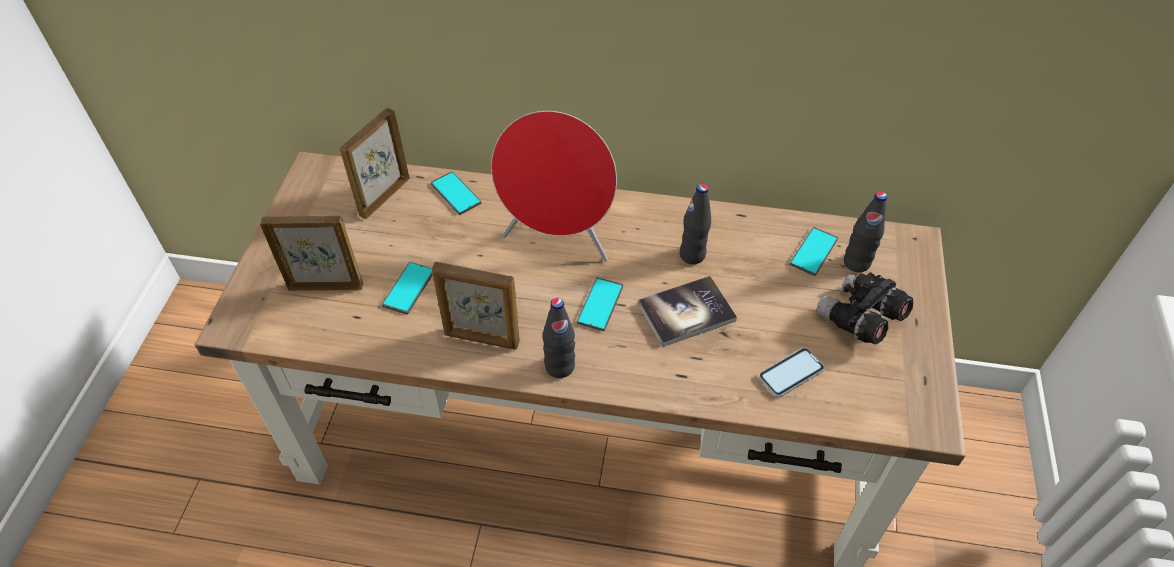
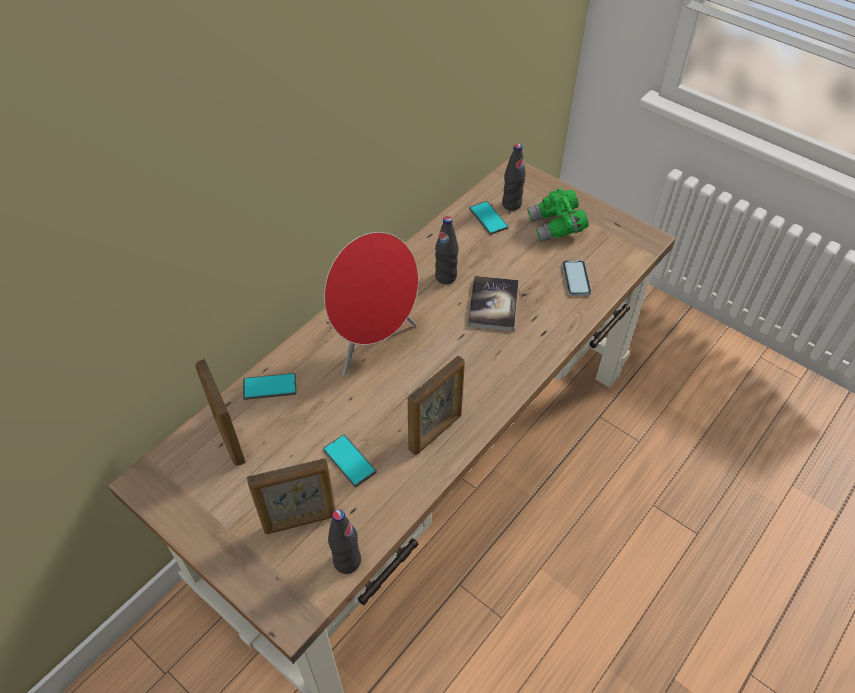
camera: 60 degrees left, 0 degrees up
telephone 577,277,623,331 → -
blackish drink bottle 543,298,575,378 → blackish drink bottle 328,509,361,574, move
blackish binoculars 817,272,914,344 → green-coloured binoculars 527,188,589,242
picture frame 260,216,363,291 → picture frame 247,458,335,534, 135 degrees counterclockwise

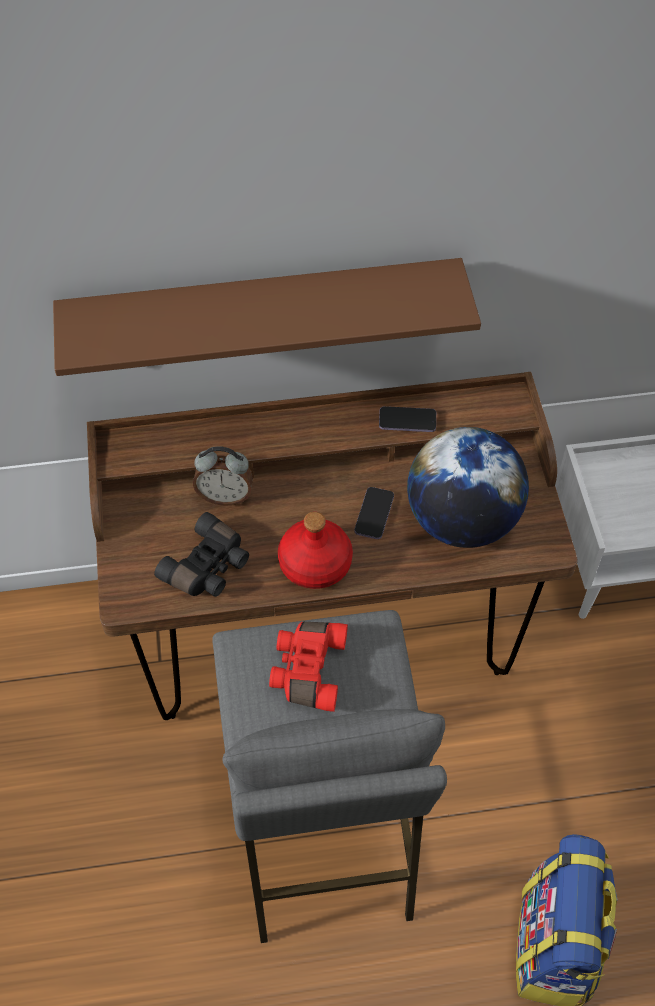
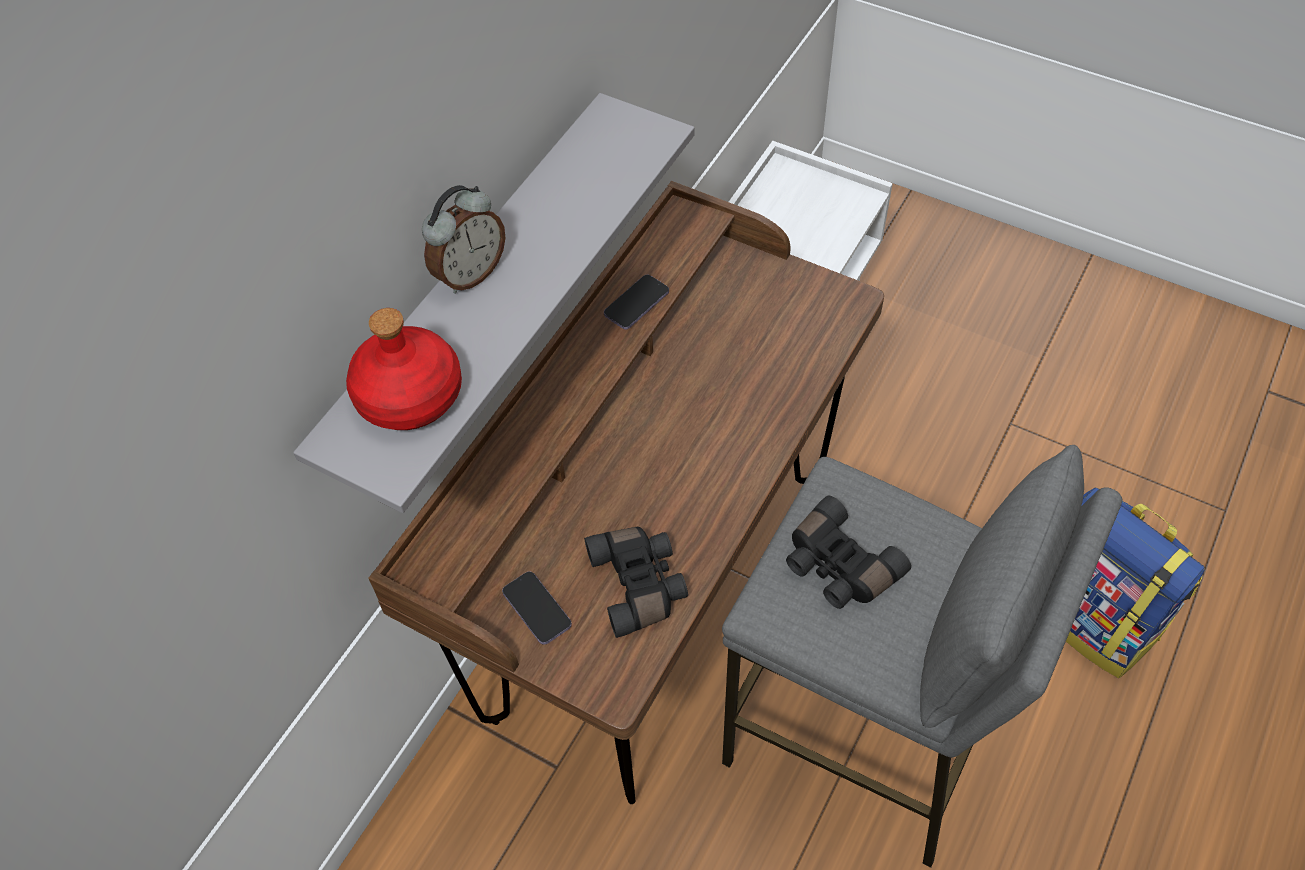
camera: 50 degrees left, 0 degrees up
world globe 407,427,529,548 → -
table clock 193,446,253,506 → table clock 422,185,505,294, move
red-coloured drink bottle 278,512,353,589 → red-coloured drink bottle 346,308,462,430, move
telephone 354,487,394,539 → telephone 502,571,572,645, move
brown bracket shelf 53,258,481,376 → greyish bracket shelf 293,93,694,513
red-coloured binoculars 269,622,348,712 → blackish binoculars 786,496,911,609

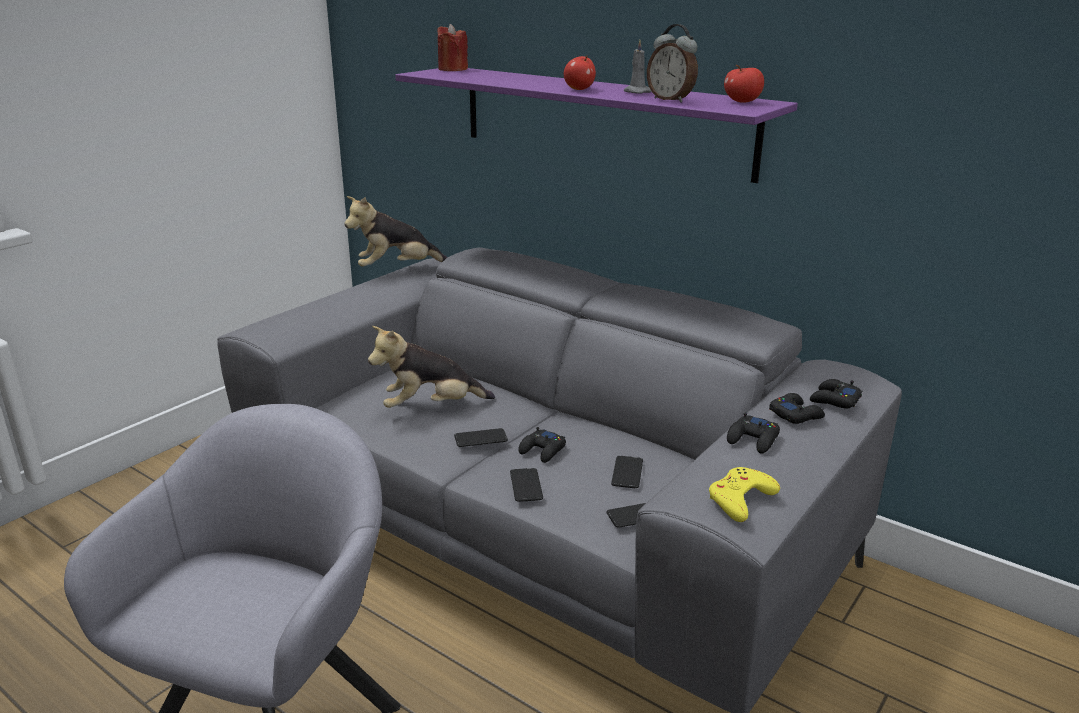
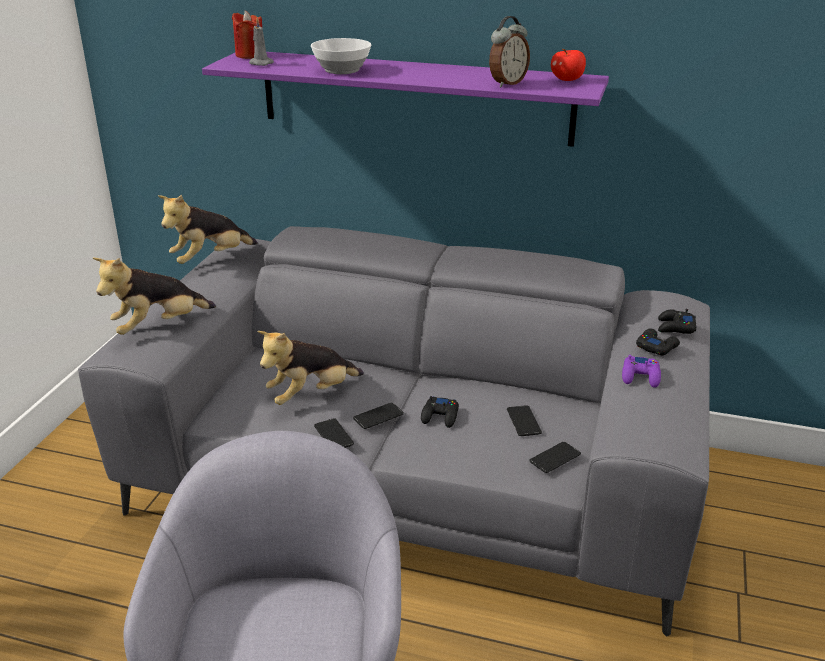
camera: 20 degrees left, 5 degrees up
apple 564,56,596,90 → -
yellow-coloured game controller 709,467,780,522 → -
- → cuddly toy 93,258,216,335
- → deep dish 311,38,371,74
telephone 510,468,543,502 → telephone 314,419,354,448, move
greyish wax candle 624,40,651,94 → greyish wax candle 249,18,274,66, move
blackish game controller 727,412,780,453 → purplish game controller 622,355,661,388
table clock 647,24,698,103 → table clock 489,16,530,87, 75 degrees counterclockwise

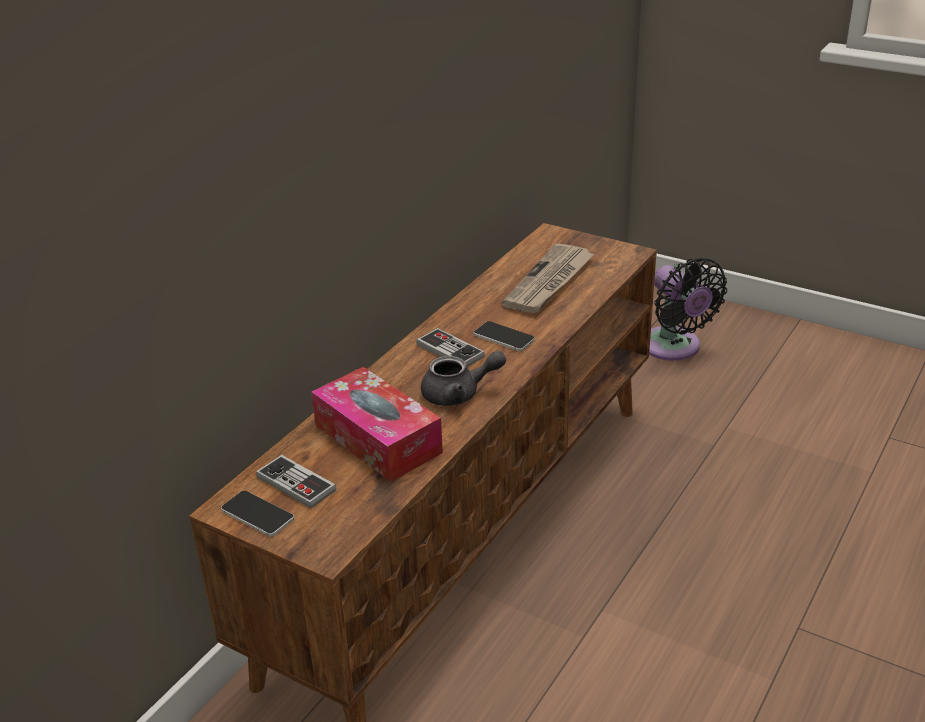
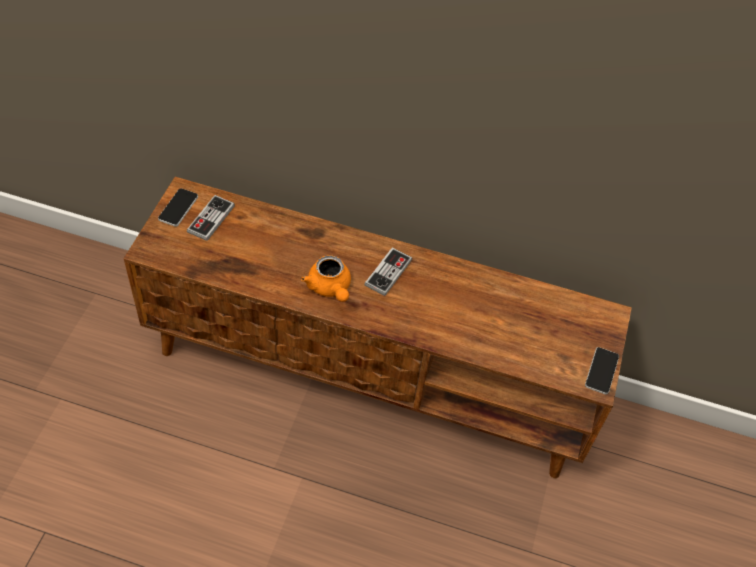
camera: 70 degrees right, 20 degrees up
tissue box 311,367,443,482 → -
daily paper 501,244,594,313 → -
blackish cooling fan 649,258,727,361 → -
telephone 474,321,535,351 → telephone 585,347,619,394, move
greyish tea pot 421,351,506,406 → orange-coloured tea pot 301,255,351,302

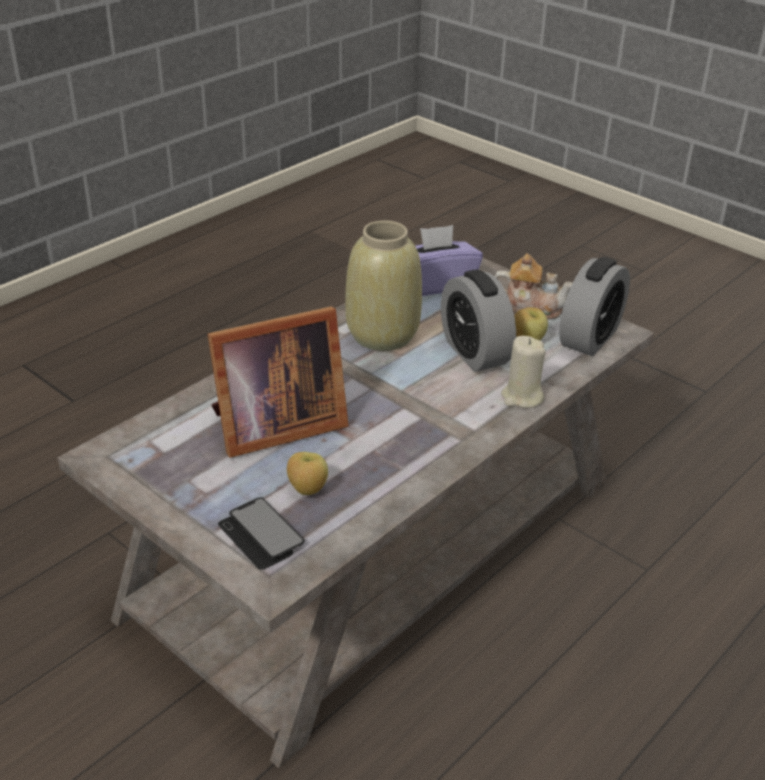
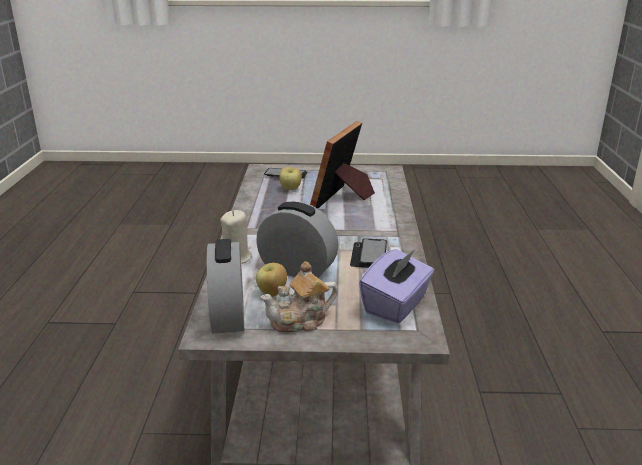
camera: 140 degrees right, 10 degrees down
beige-coloured decorative vase 345,220,422,351 → telephone 350,239,387,268

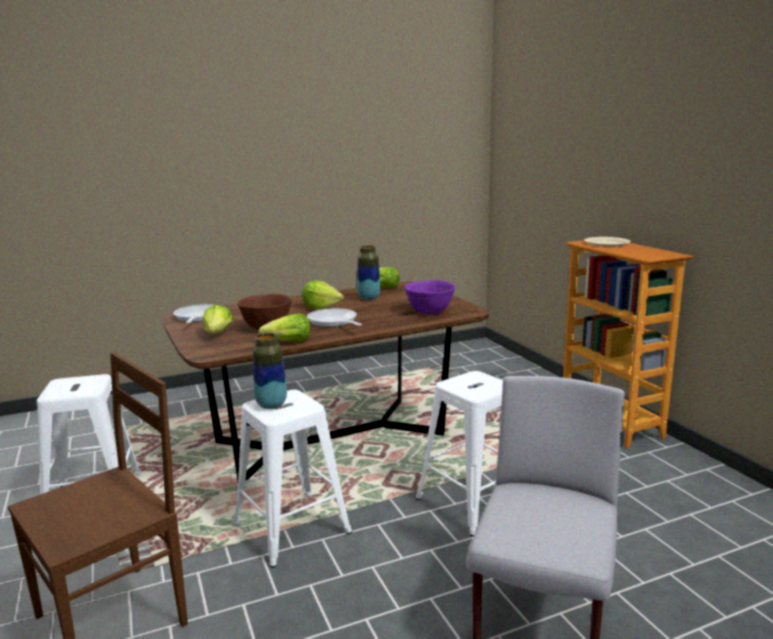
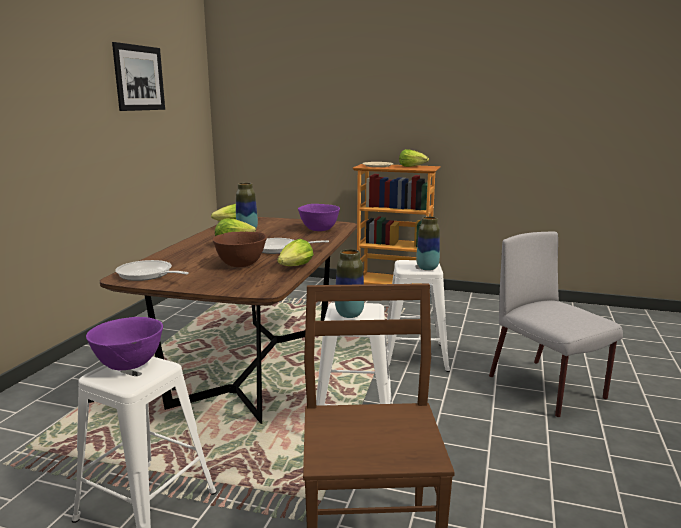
camera: 50 degrees left, 0 degrees up
- → purplish deep dish 86,317,163,370
- → wall art 112,42,165,111
- → decorative vase 416,216,440,271
lettuce head 203,305,233,334 → lettuce head 399,149,429,167, move

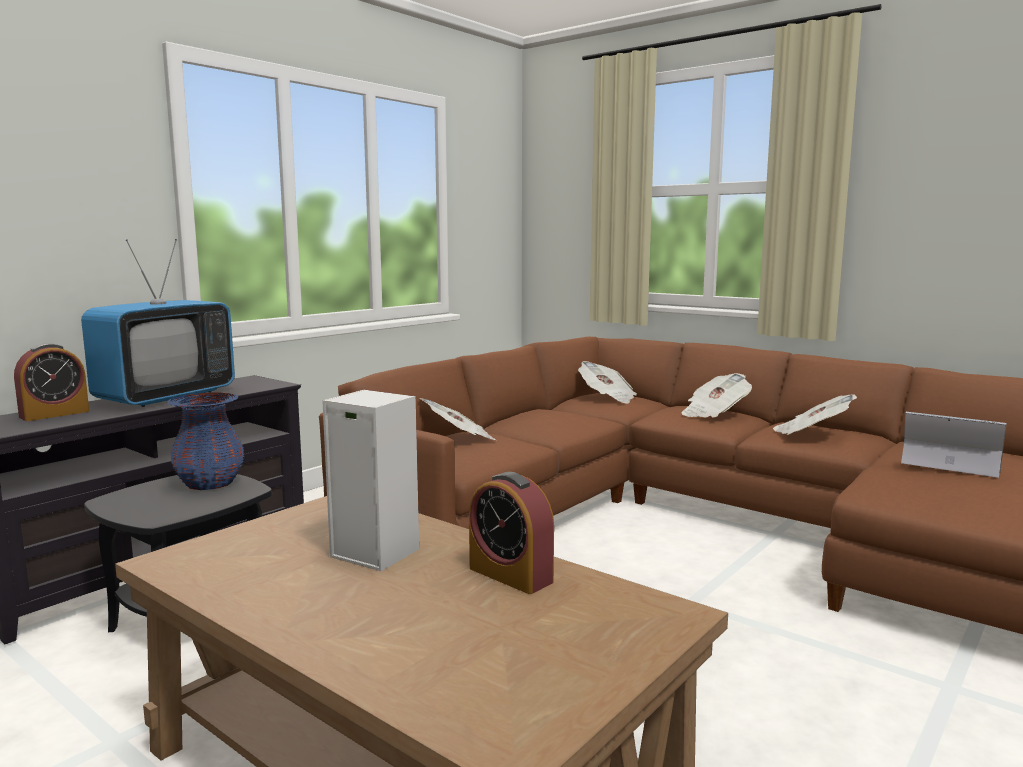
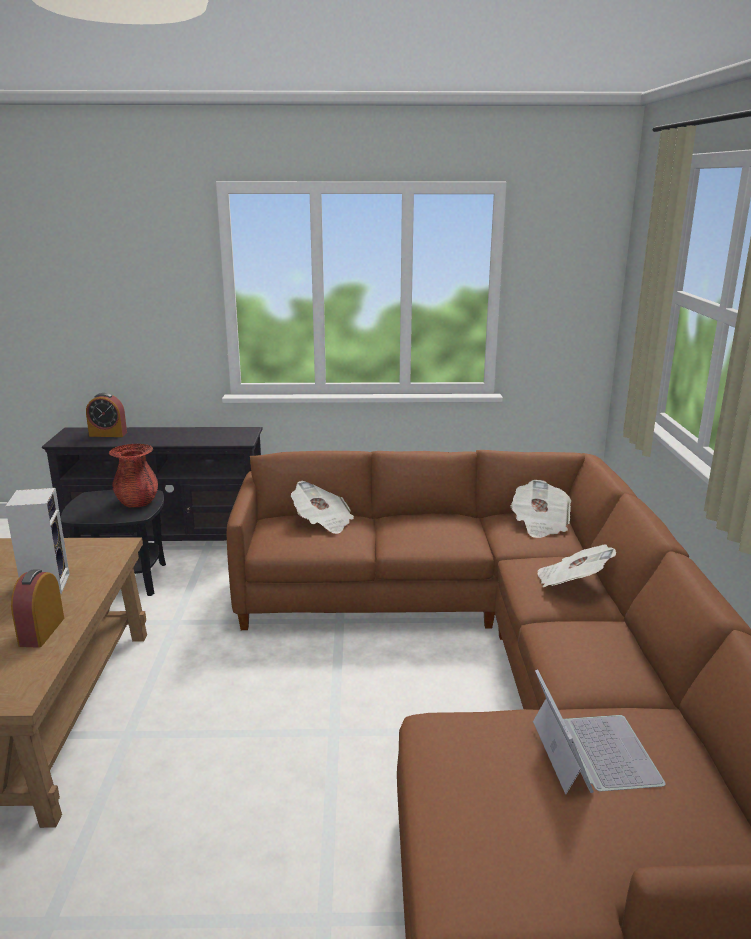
camera: 50 degrees right, 10 degrees up
TV 81,239,235,407 → -
daily paper 773,394,857,435 → -
bluish decorative vase 167,393,244,490 → red-coloured decorative vase 109,444,158,508

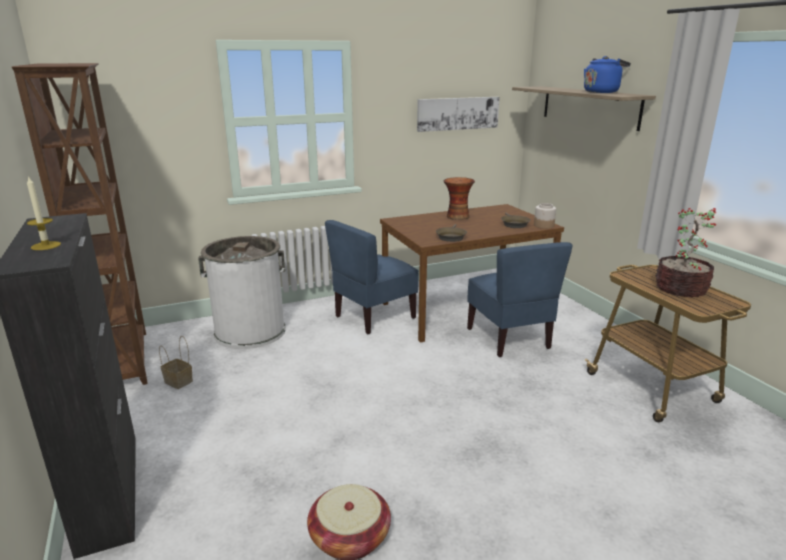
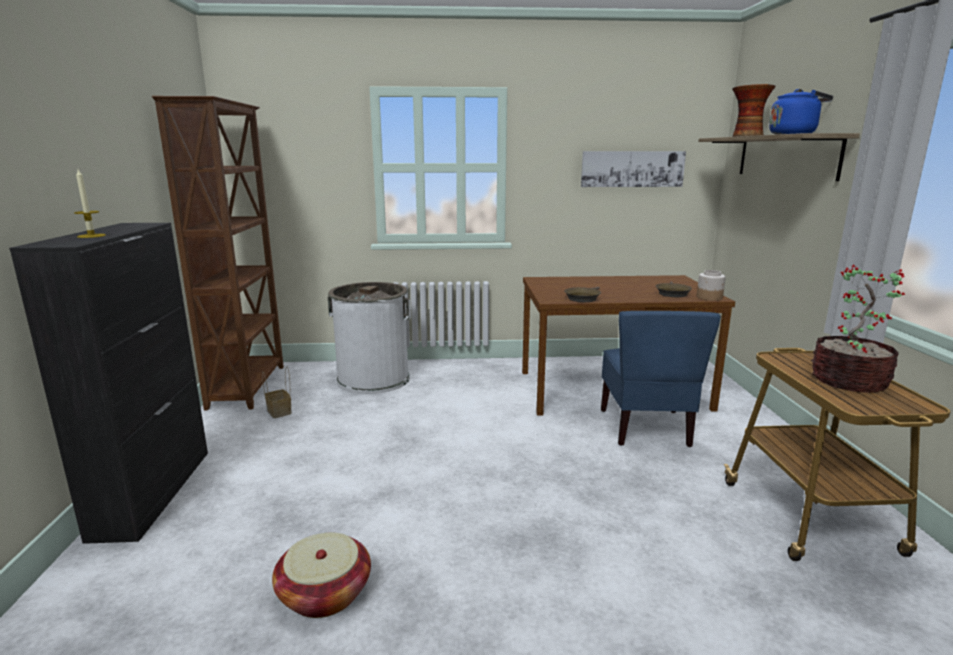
camera: 20 degrees right, 5 degrees down
bluish chair 325,220,419,334 → -
decorative vase 444,177,475,220 → decorative vase 732,84,776,137, move

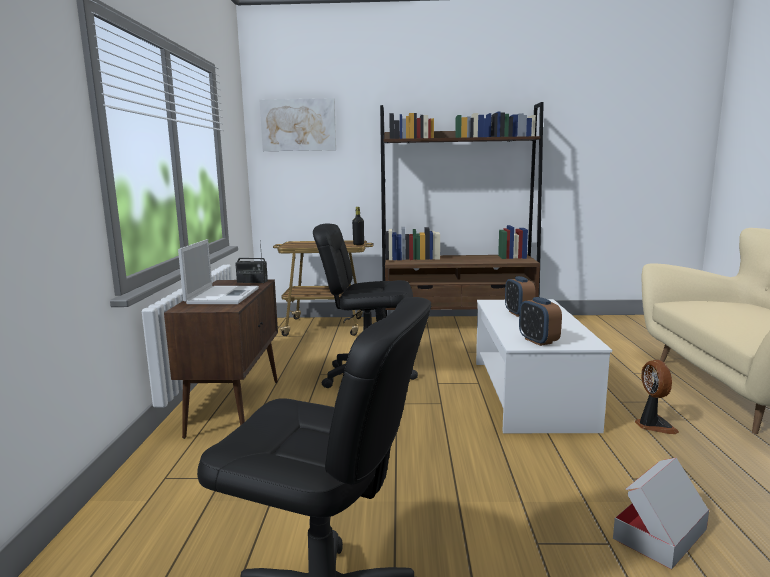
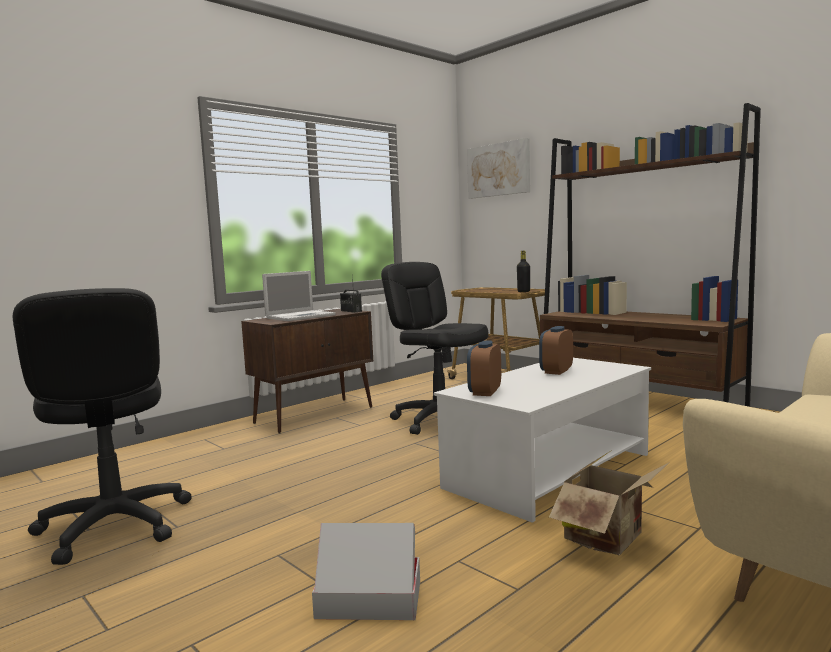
camera: 45 degrees right, 5 degrees down
cooling fan 635,360,679,434 → cardboard box 549,450,670,555

